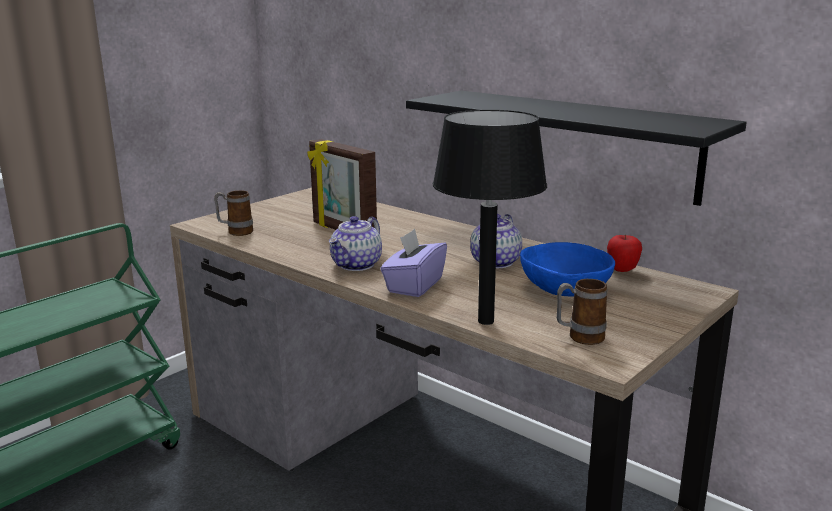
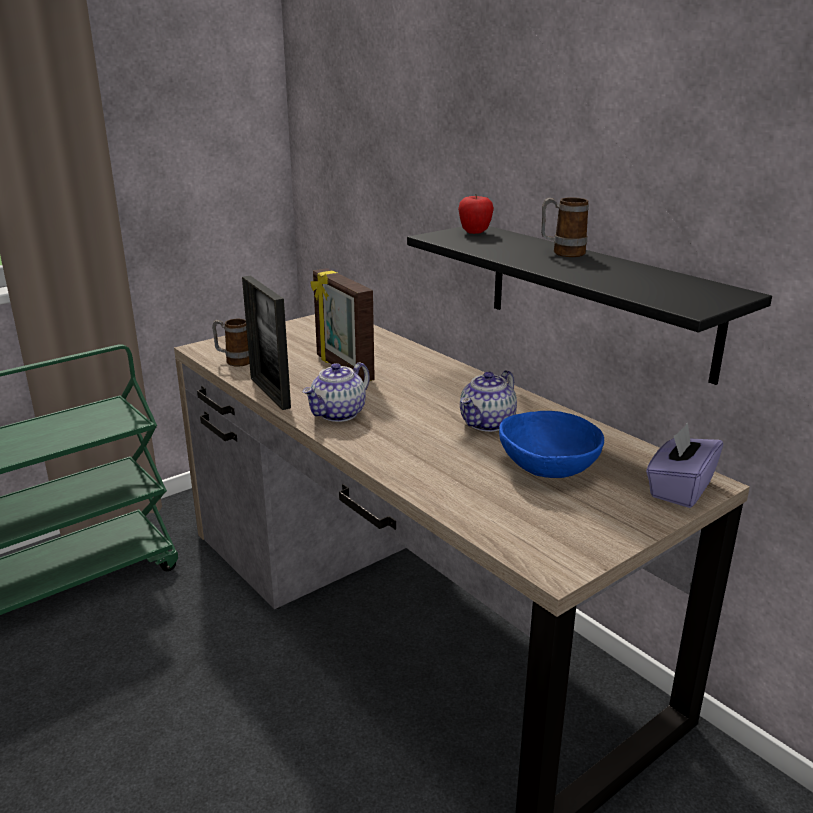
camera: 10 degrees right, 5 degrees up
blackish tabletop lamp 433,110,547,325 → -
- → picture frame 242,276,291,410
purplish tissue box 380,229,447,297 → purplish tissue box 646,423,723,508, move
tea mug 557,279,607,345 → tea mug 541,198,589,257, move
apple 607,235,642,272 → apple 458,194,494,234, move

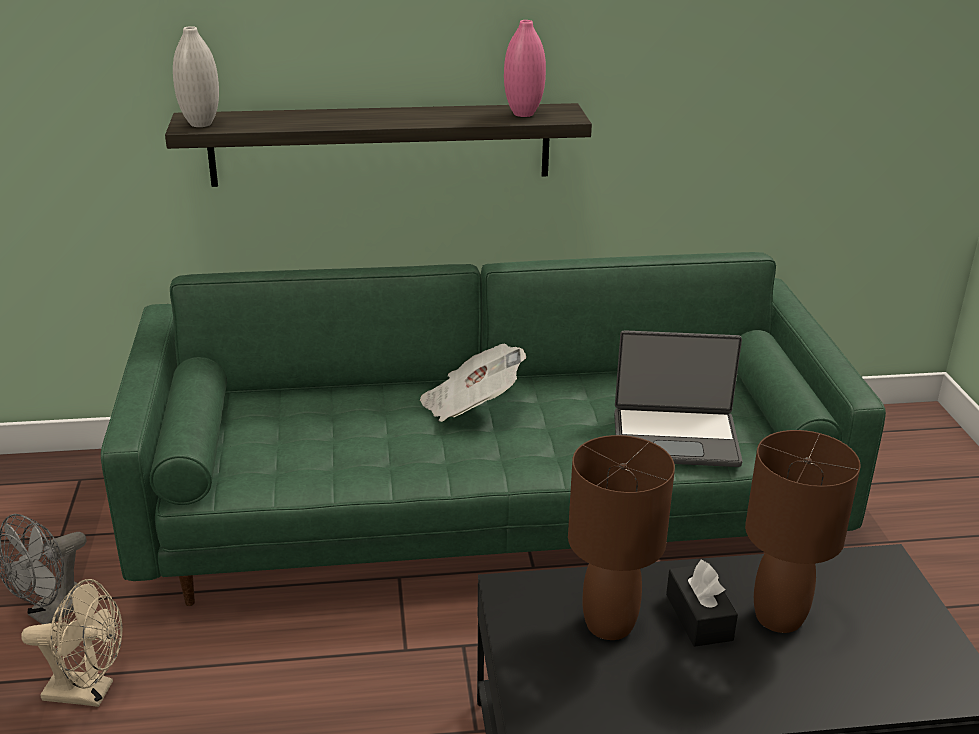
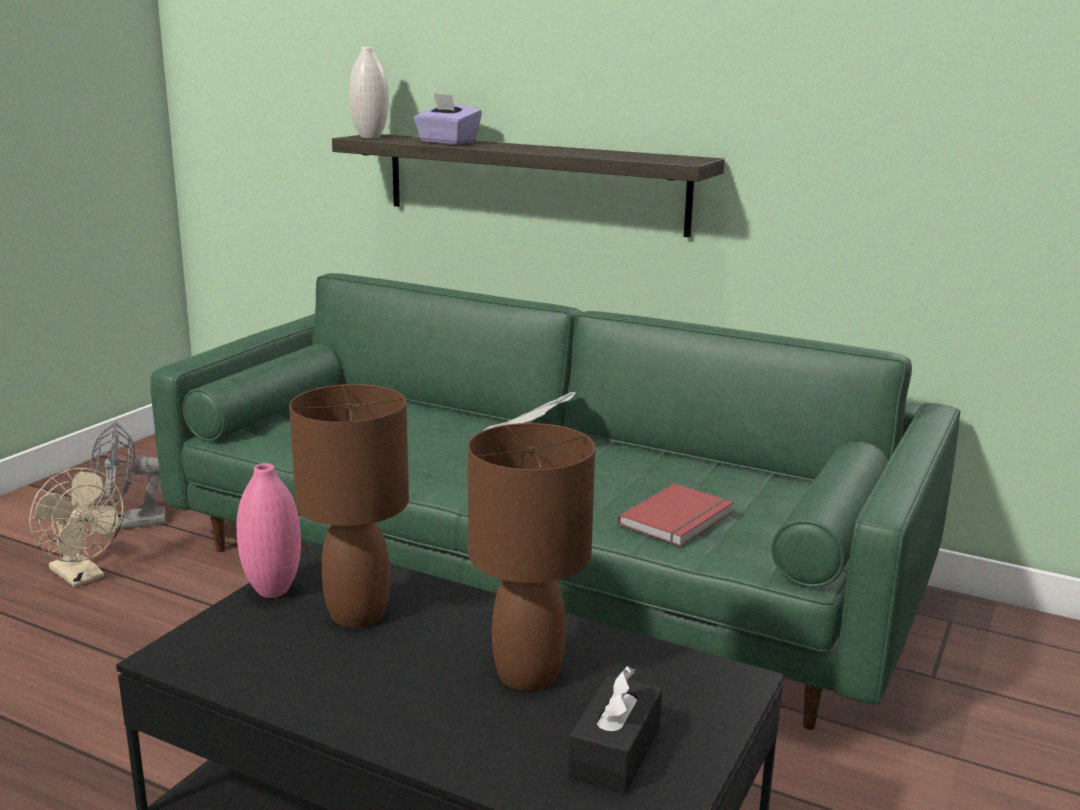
camera: 35 degrees right, 10 degrees down
- → purplish tissue box 413,93,482,145
pinkish decorative vase 504,20,546,117 → pinkish decorative vase 236,463,301,598, move
blackish tissue box 666,560,738,647 → blackish tissue box 568,666,662,793, move
laptop 614,330,743,467 → red-coloured volume 618,484,734,546

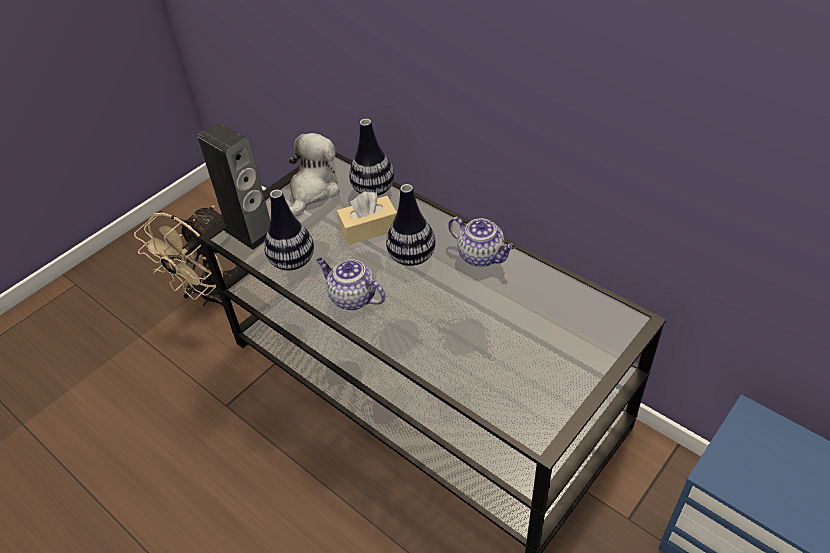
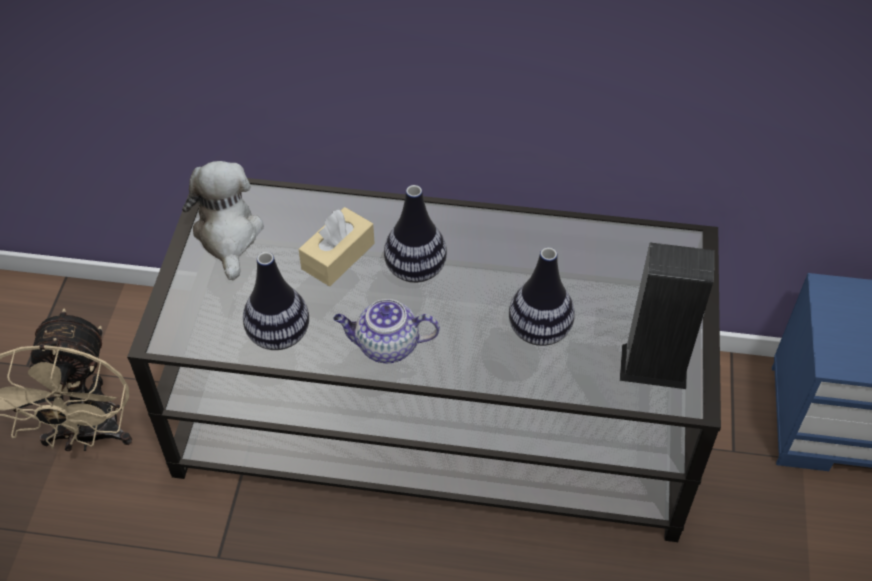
camera: 35 degrees left, 5 degrees up
tea pot 448,217,515,267 → -
speaker 198,123,270,250 → speaker 620,243,714,389, move
decorative vase 349,119,394,196 → decorative vase 509,247,575,346, move

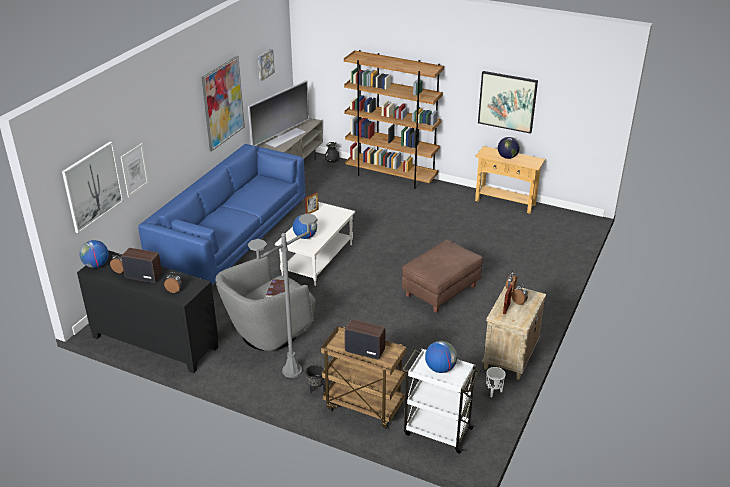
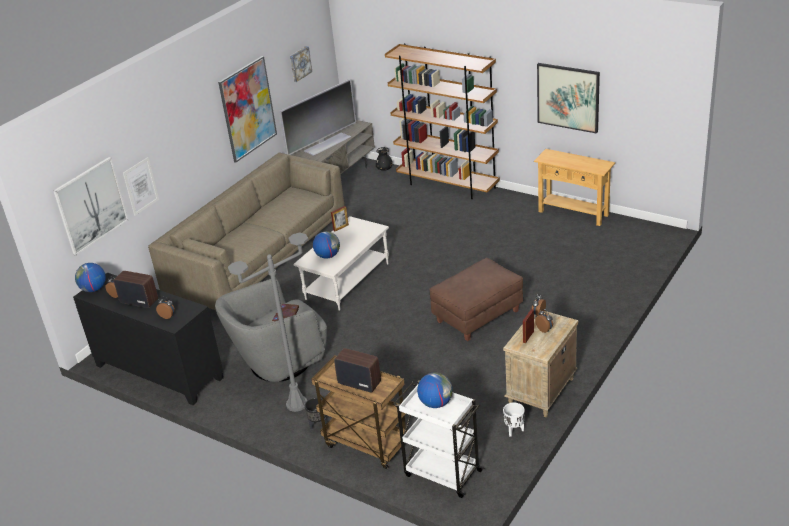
camera: 10 degrees right, 0 degrees up
world globe 498,137,520,159 → -
bluish settee 138,144,306,285 → beige-coloured settee 148,153,344,311

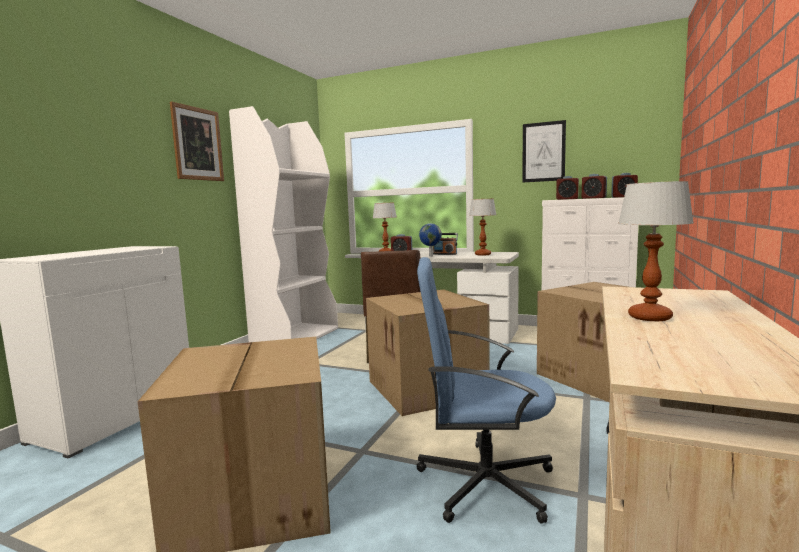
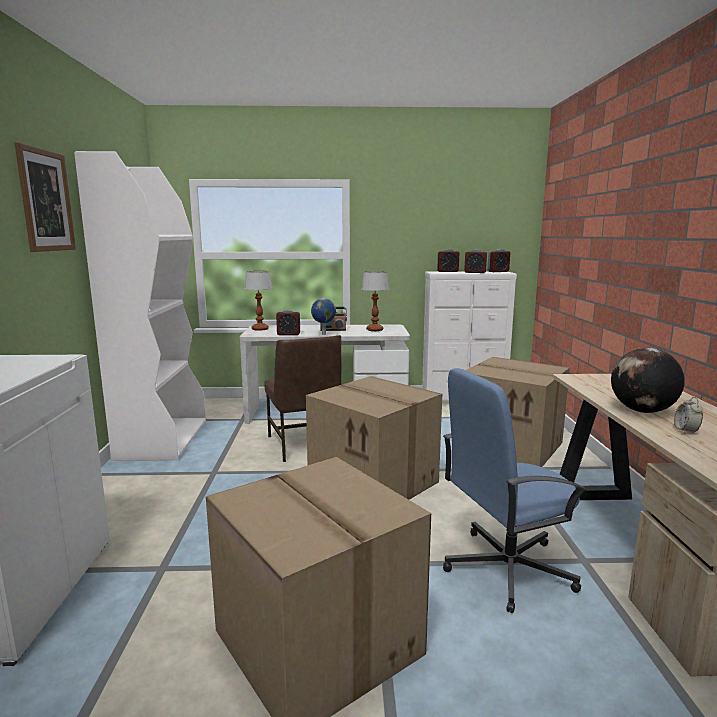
camera: 25 degrees left, 5 degrees up
wall art 522,120,566,182 → -
- → table clock 674,397,703,434
tabletop lamp 618,181,694,321 → world globe 611,348,685,413

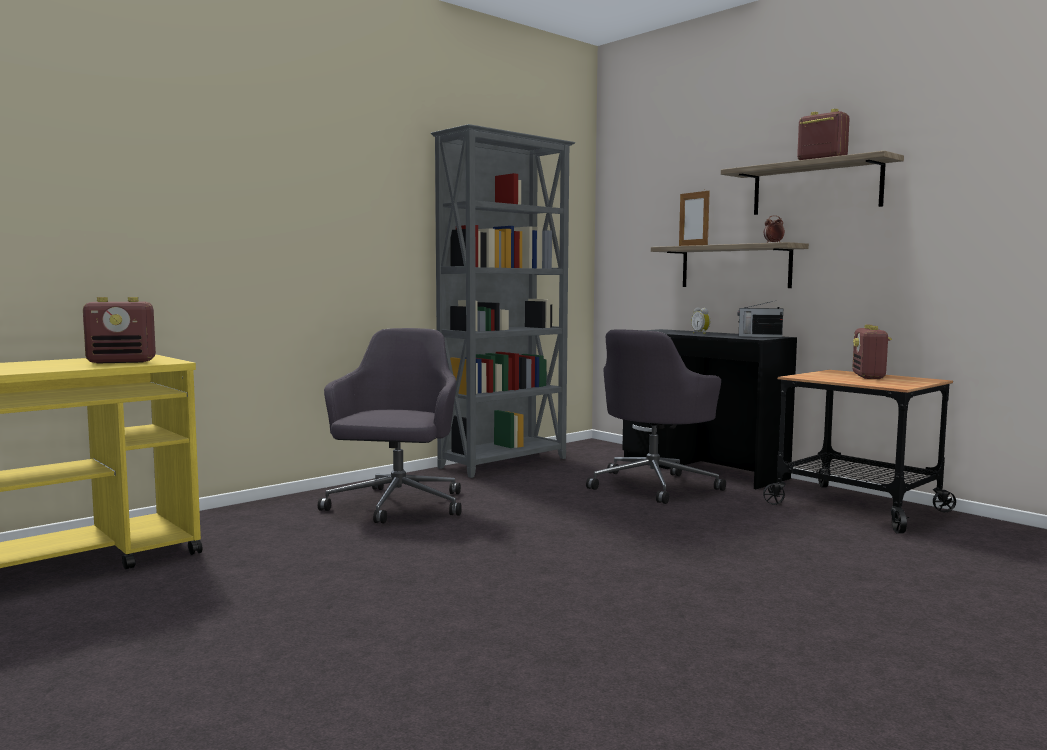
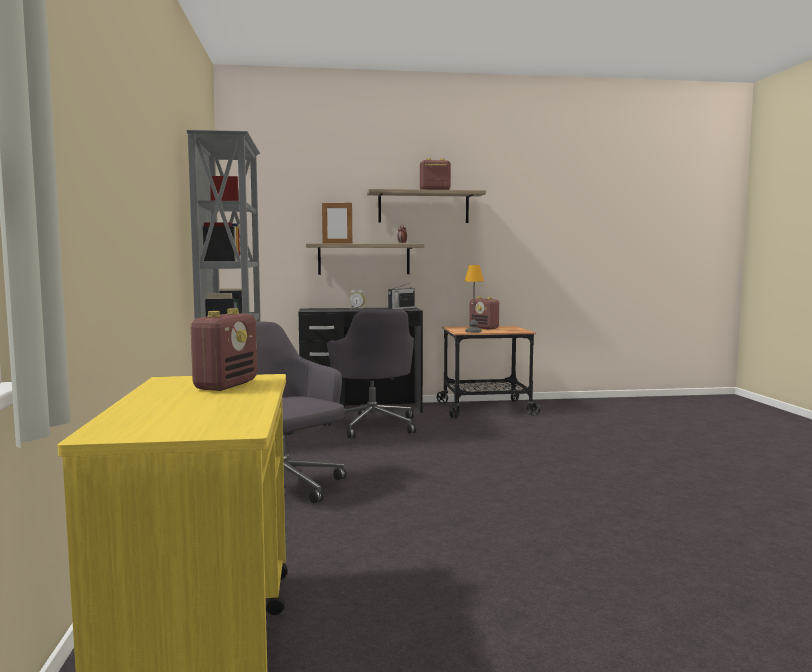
camera: 55 degrees left, 0 degrees up
- → tabletop lamp 465,265,484,333

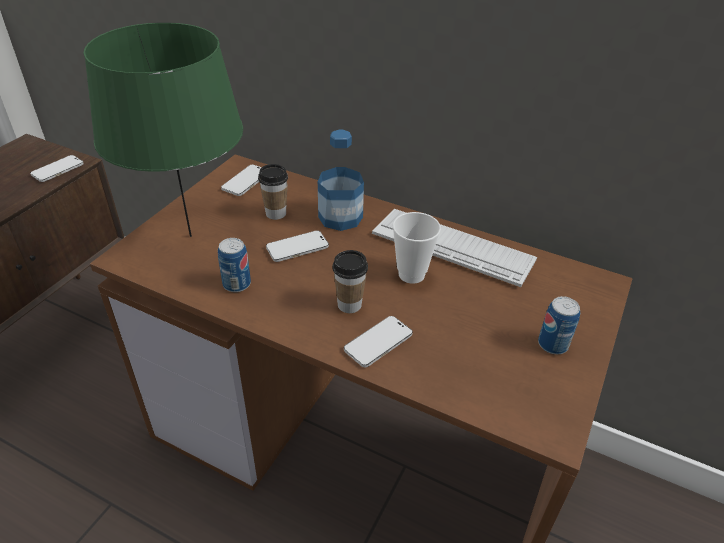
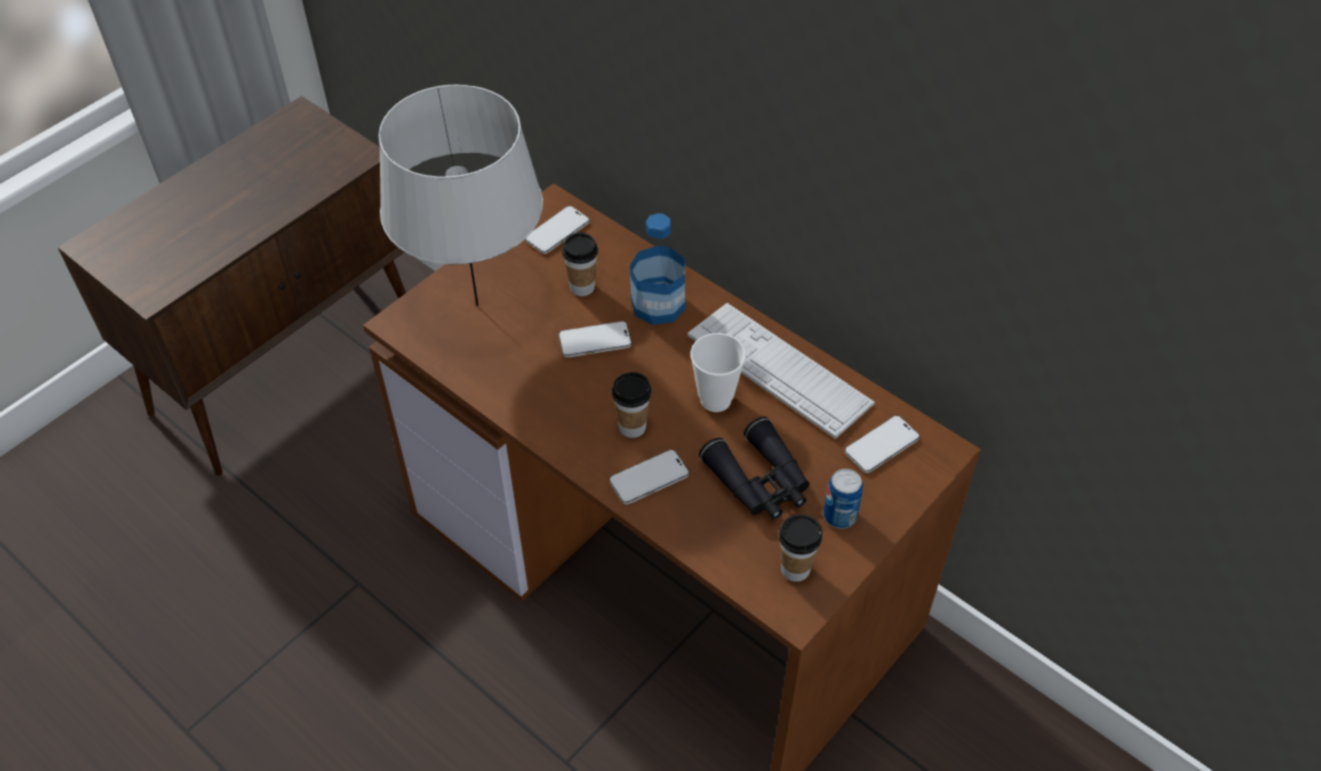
camera: 15 degrees right, 10 degrees up
sealed can 218,238,251,292 → -
- → blackish binoculars 699,417,810,520
- → drinking cup 779,515,822,582
telephone 30,155,84,182 → telephone 845,416,920,473, move
green-coloured tabletop lamp 84,23,243,237 → greyish tabletop lamp 379,85,543,306

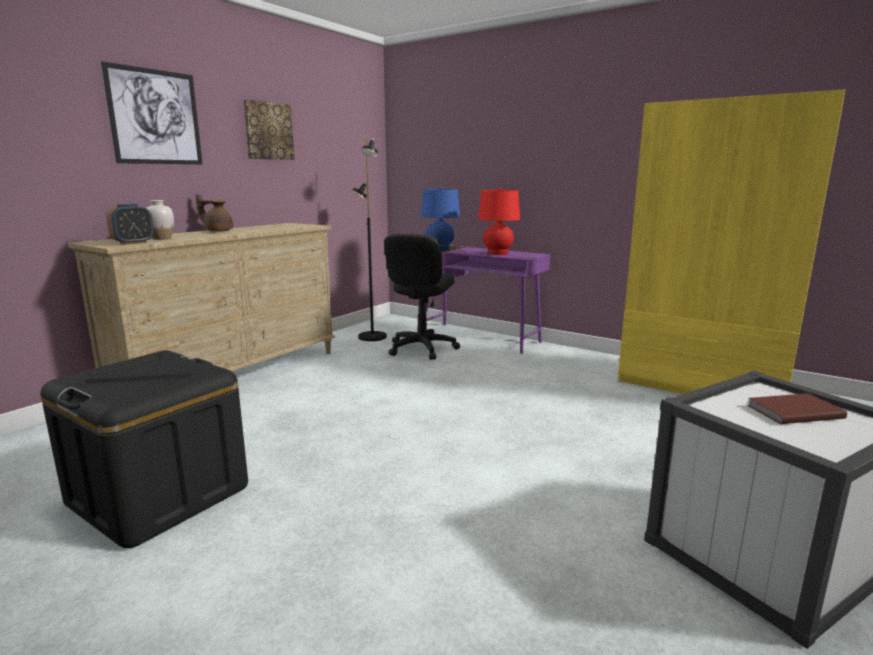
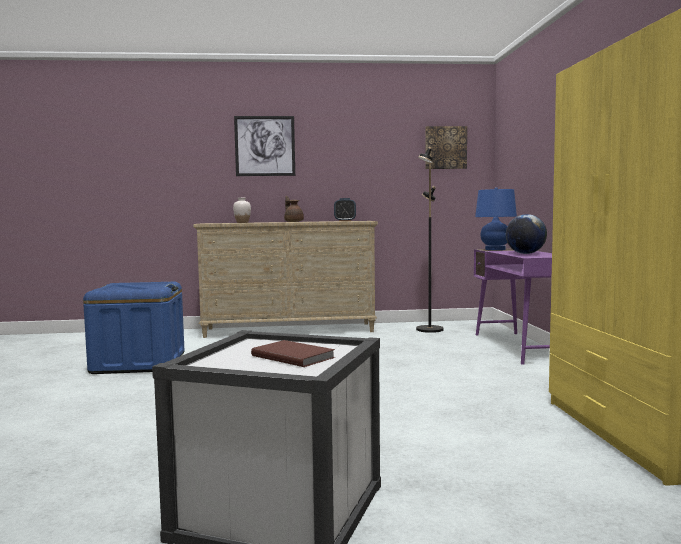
camera: 50 degrees right, 10 degrees down
blackish desk chair 384,234,460,360 → -
table clock 106,204,154,245 → table clock 334,198,356,221, move
wall art 243,99,294,160 → wall art 425,126,467,169, move
red-coloured tabletop lamp 478,188,520,255 → world globe 506,214,547,254
blackish storage box 40,350,248,548 → bluish storage box 83,282,184,374

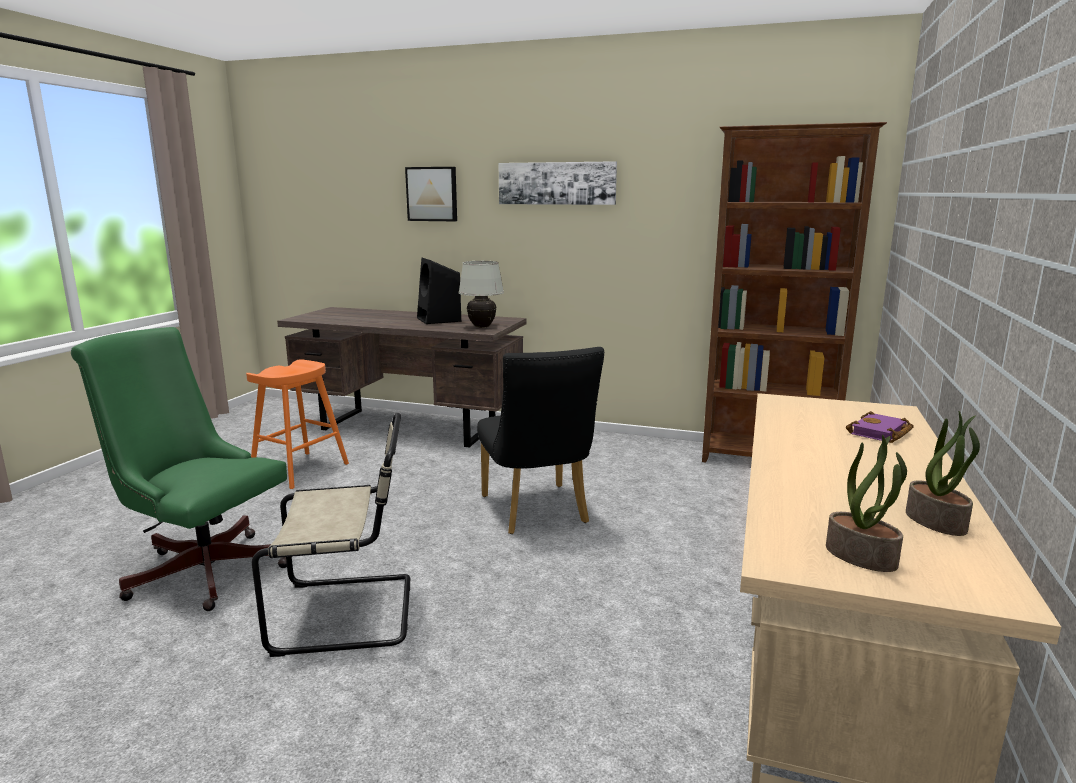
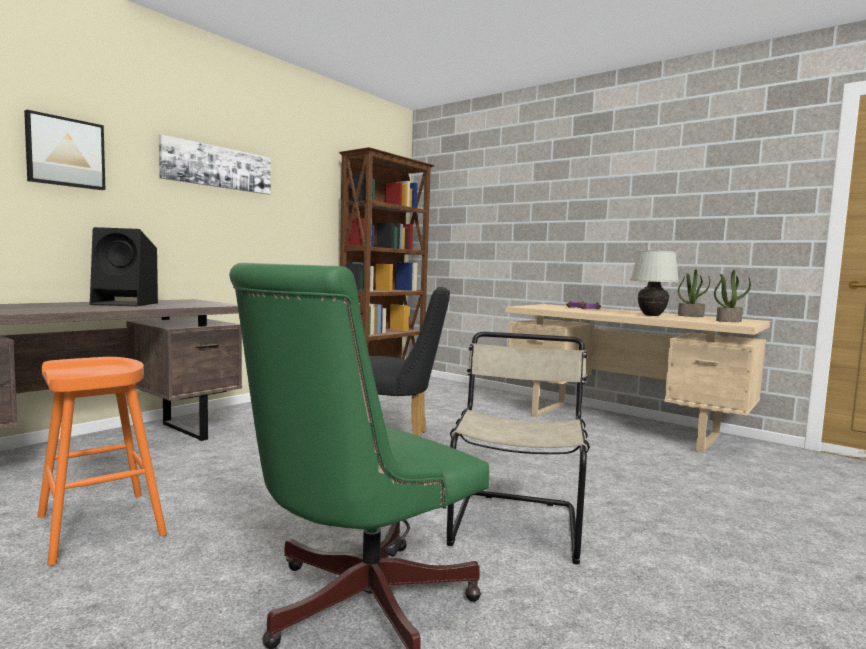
camera: 70 degrees left, 10 degrees down
white tabletop lamp 458,261,504,328 → white tabletop lamp 630,250,679,316, move

